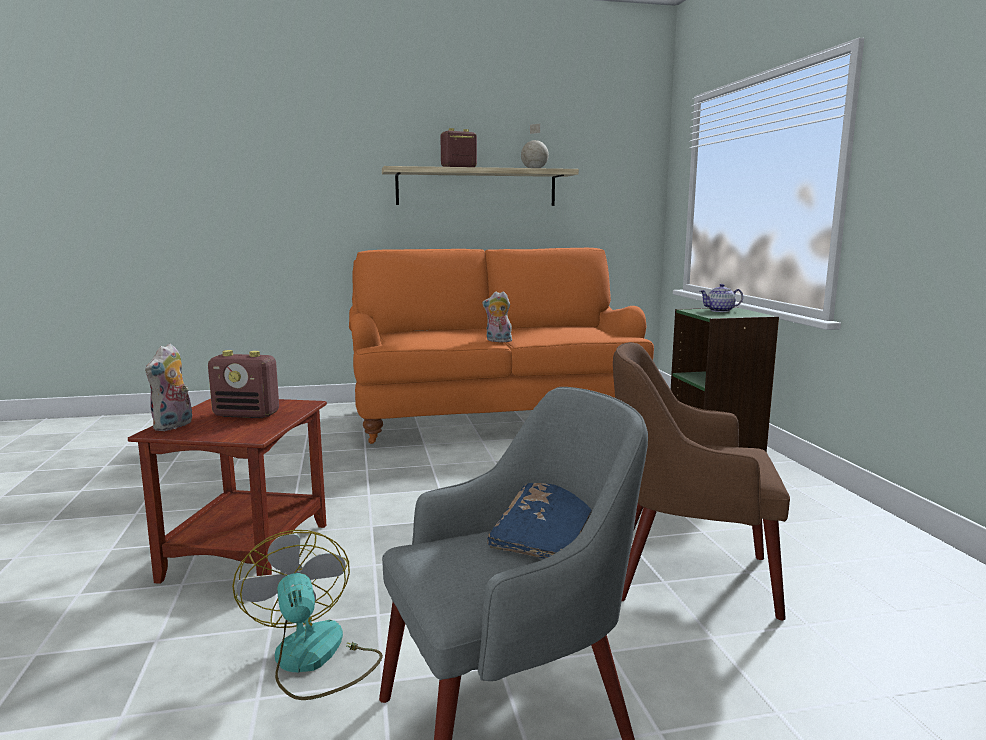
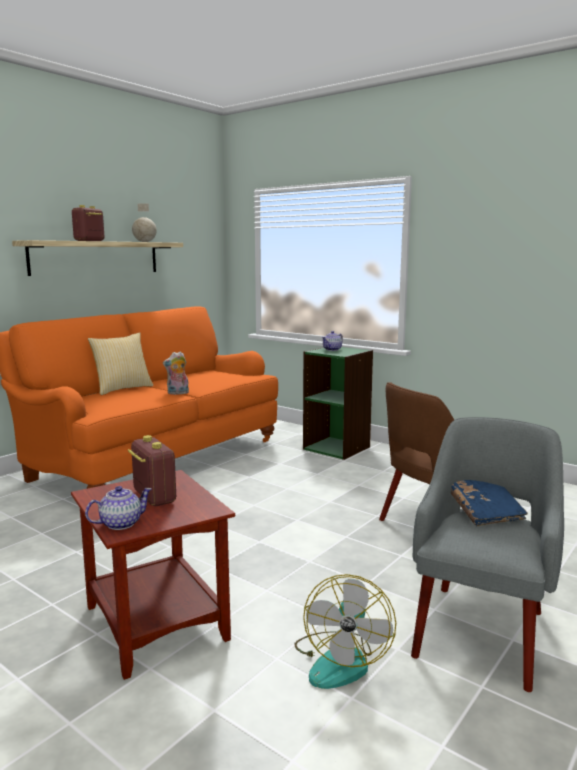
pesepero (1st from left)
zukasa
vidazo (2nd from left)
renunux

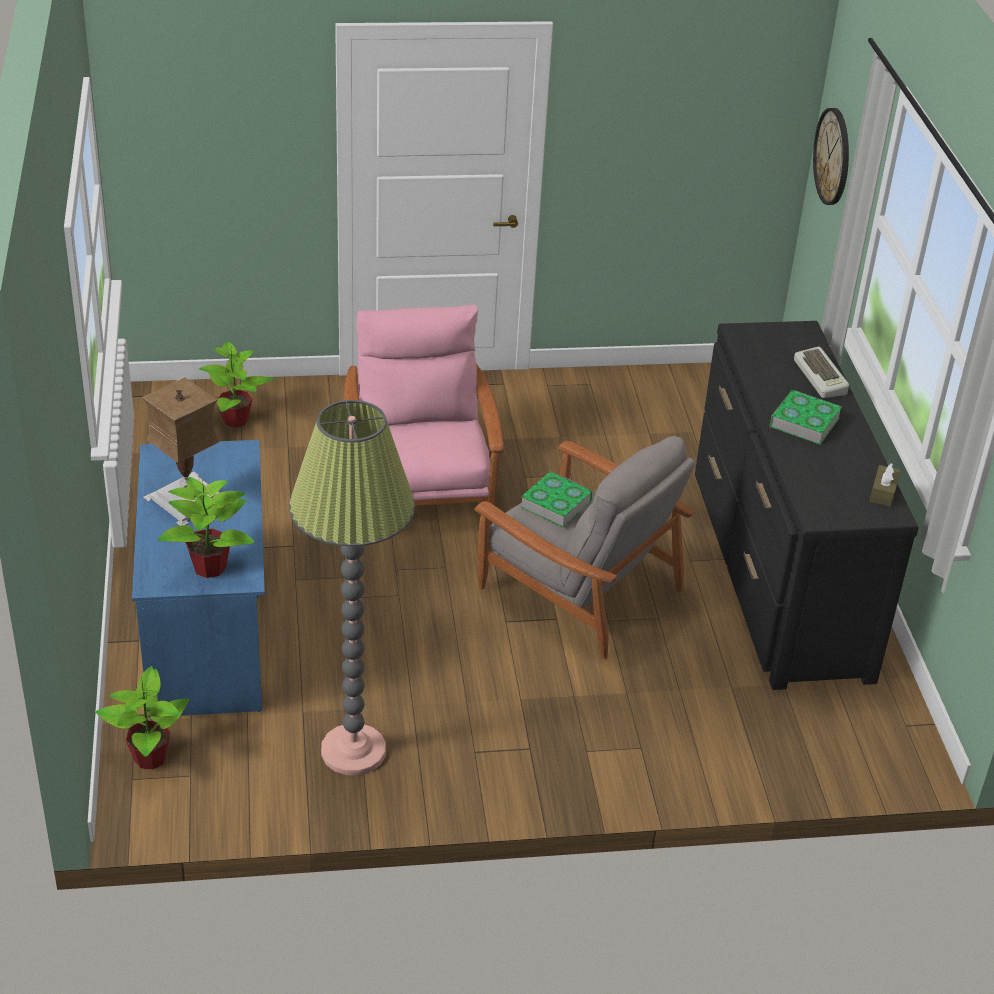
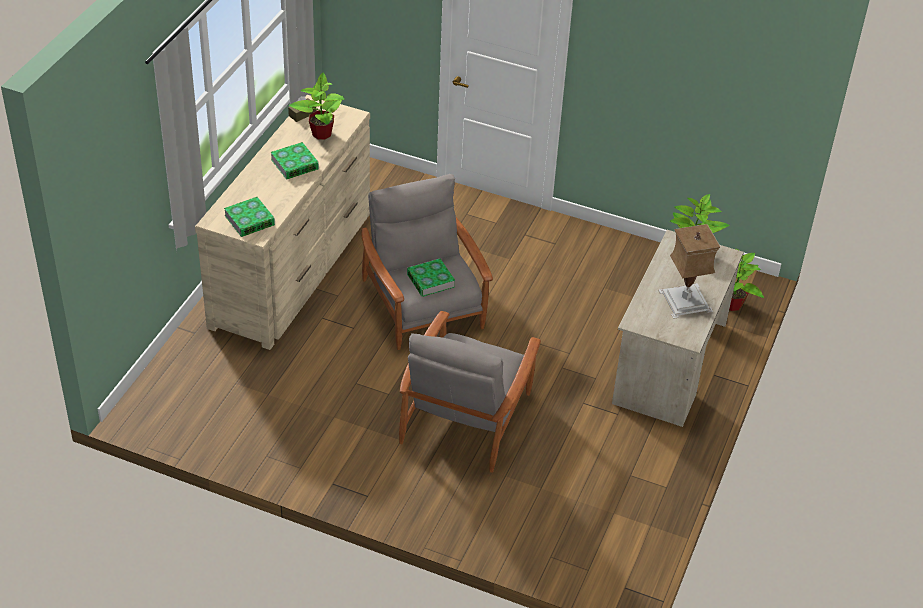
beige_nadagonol
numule (1st from left)
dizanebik (1st from left)
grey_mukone (2nd from left)
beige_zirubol
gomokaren
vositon
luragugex

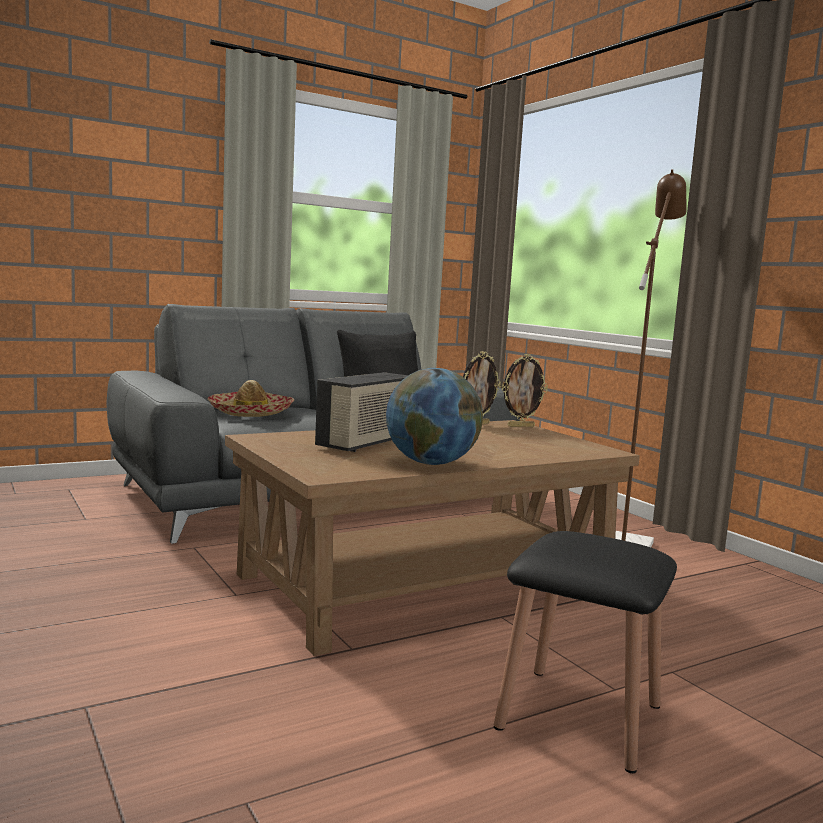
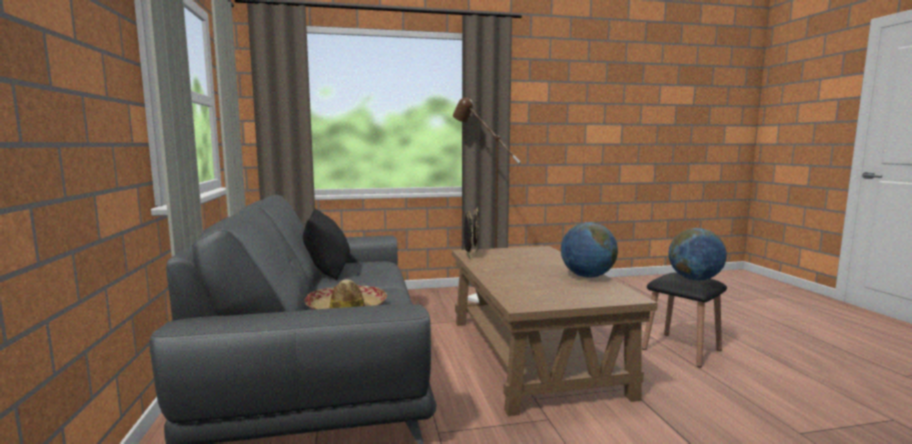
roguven (2nd from left)
vidazo

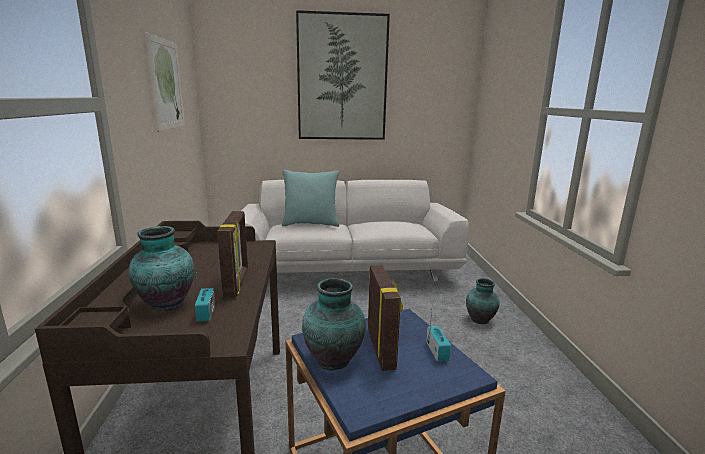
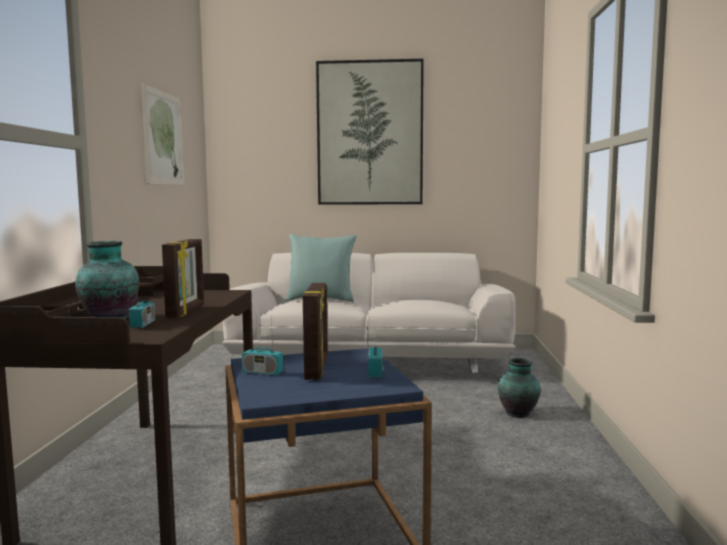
vidazo (2nd from left)

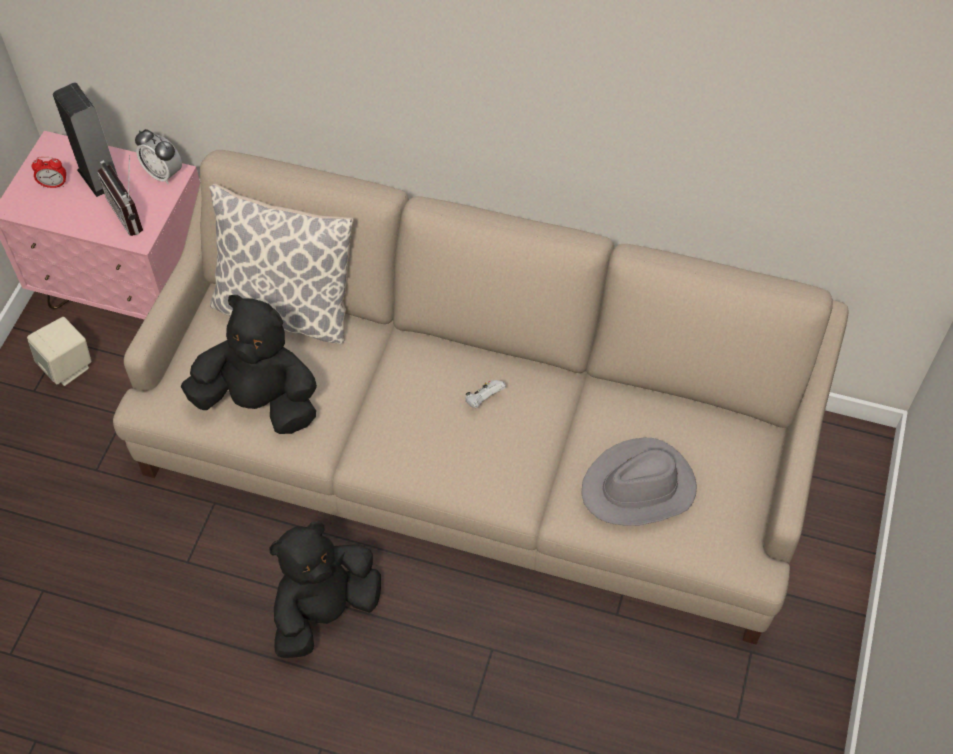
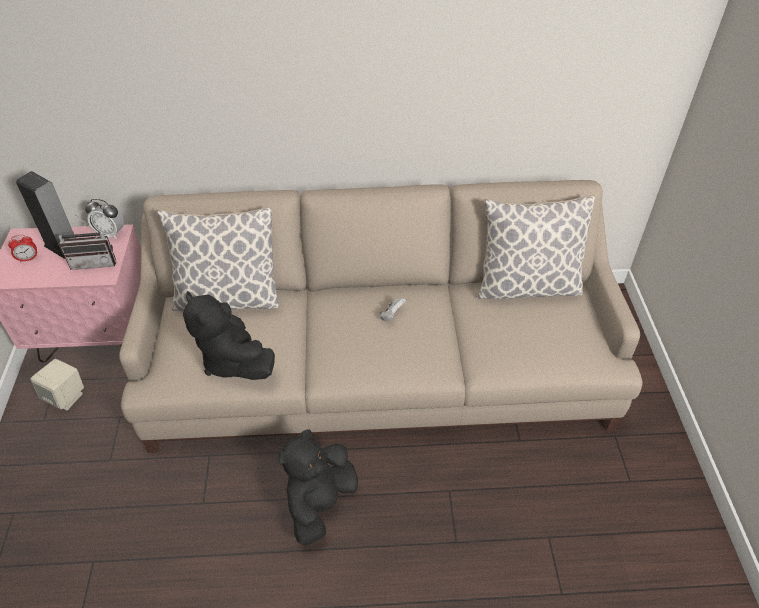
vidazo
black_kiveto (1st from left)
zukasa (2nd from left)
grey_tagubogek

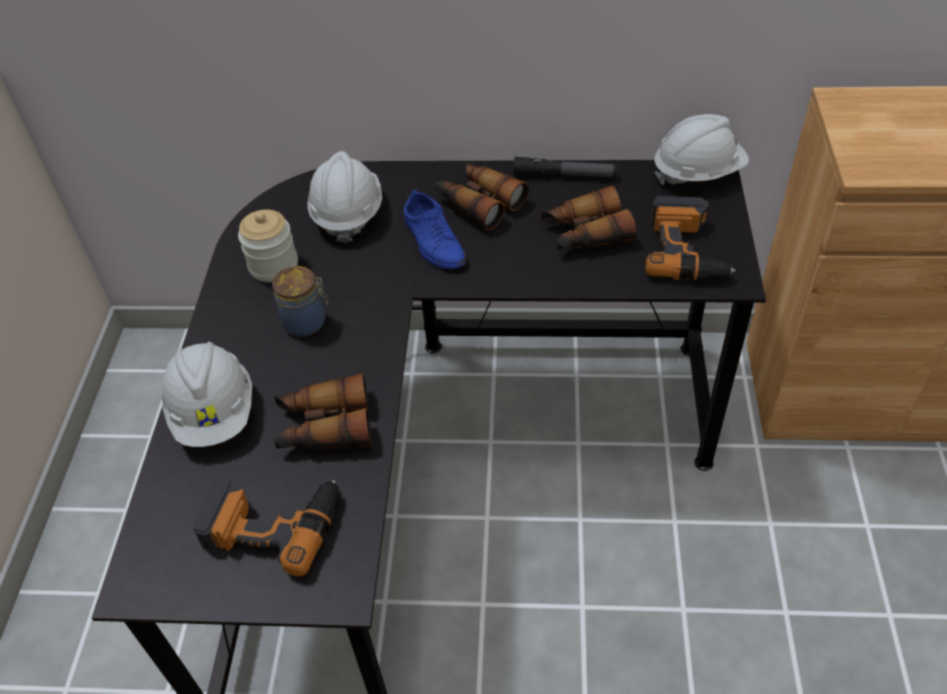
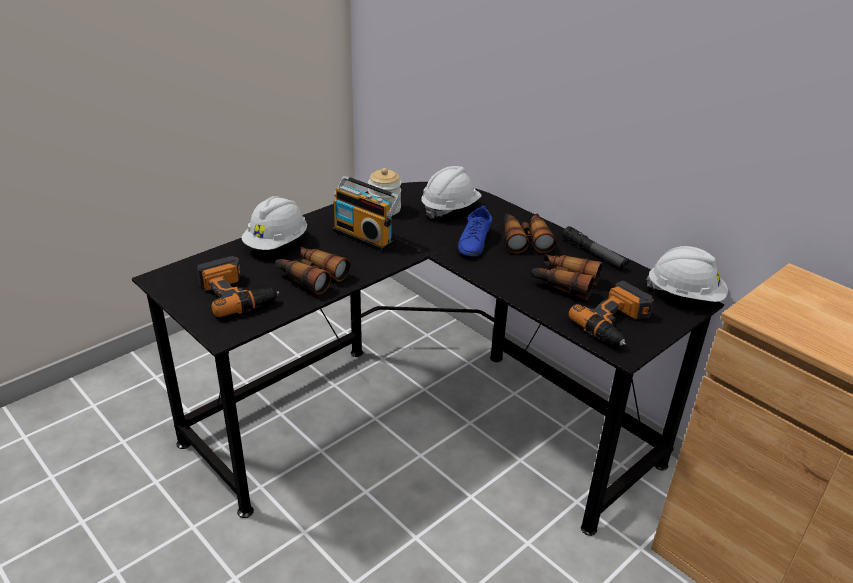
vidazo

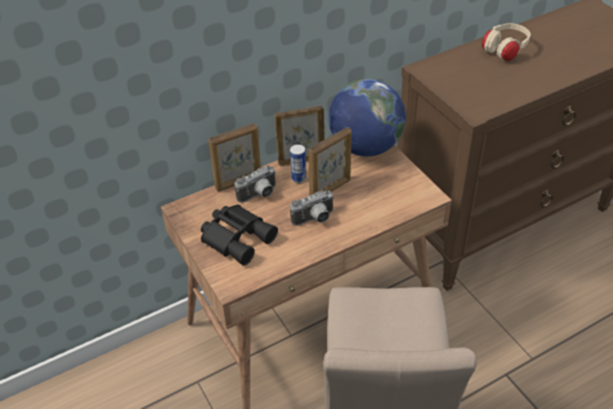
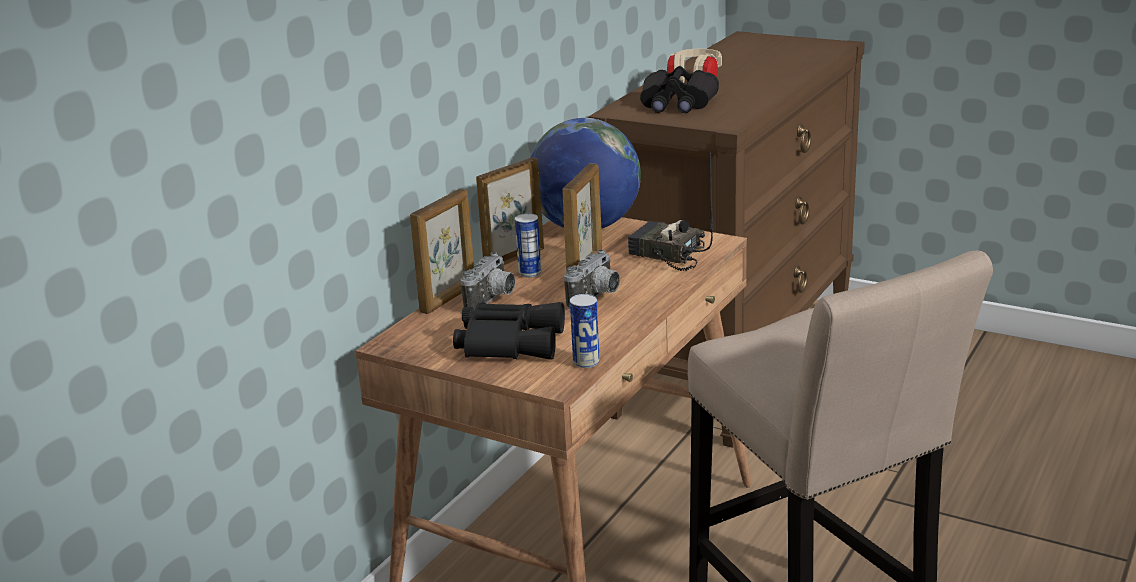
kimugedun (2nd from left)
vidazo
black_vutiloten (2nd from left)

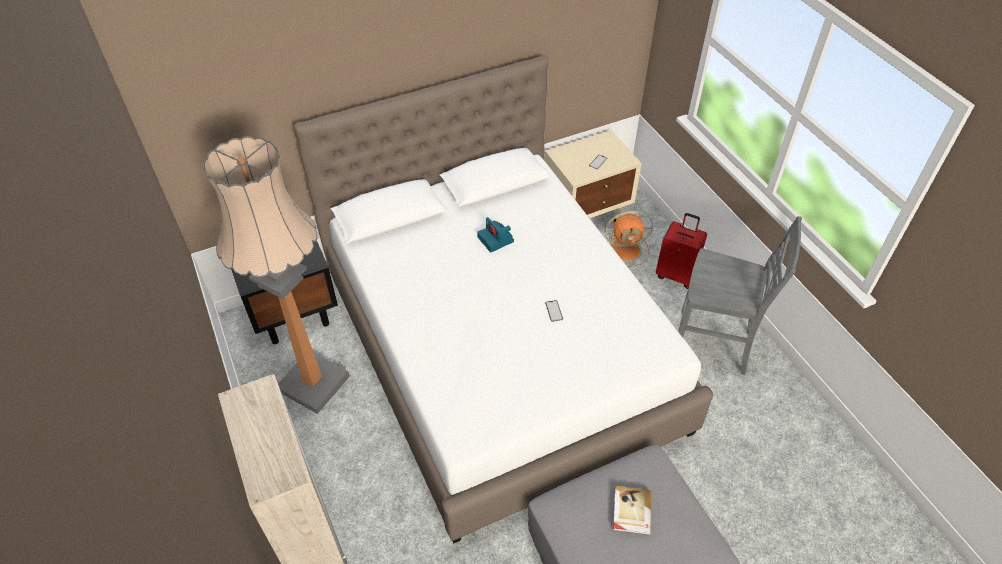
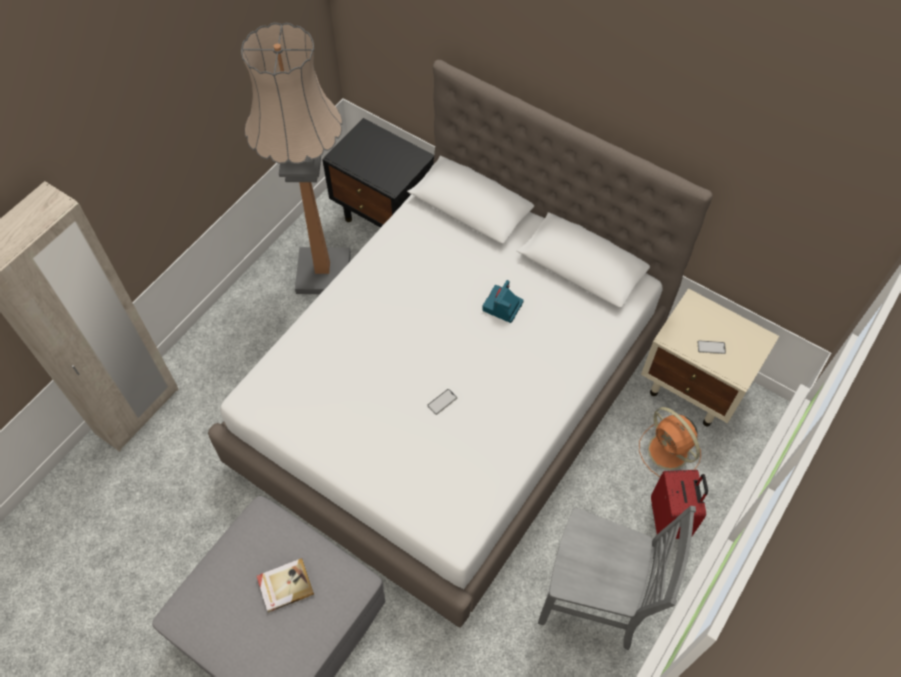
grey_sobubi

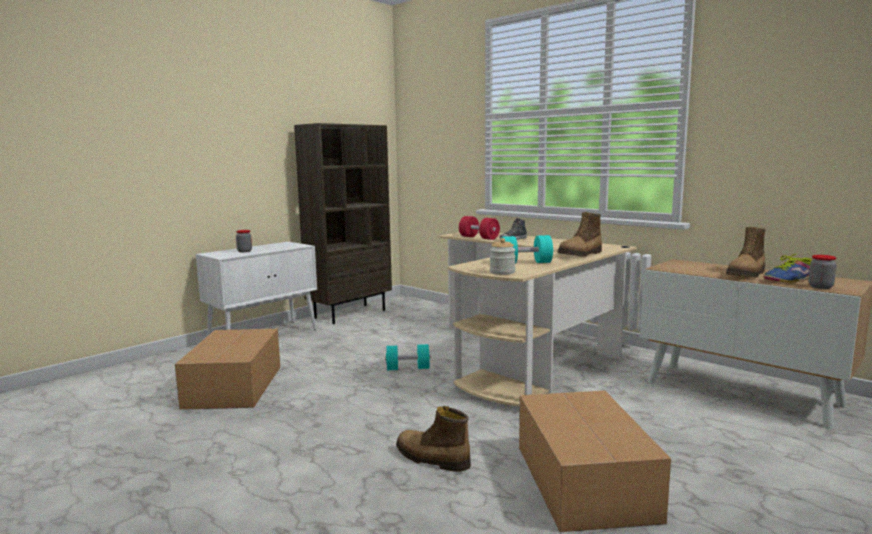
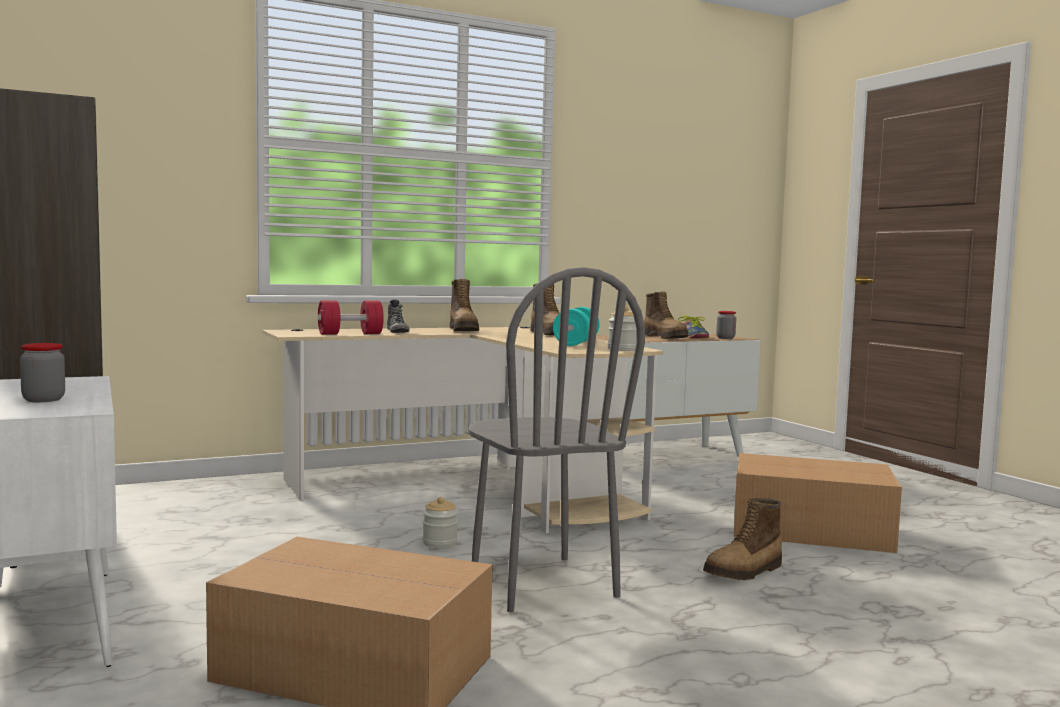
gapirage (2nd from left)
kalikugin (1st from left)
grey_sobubi

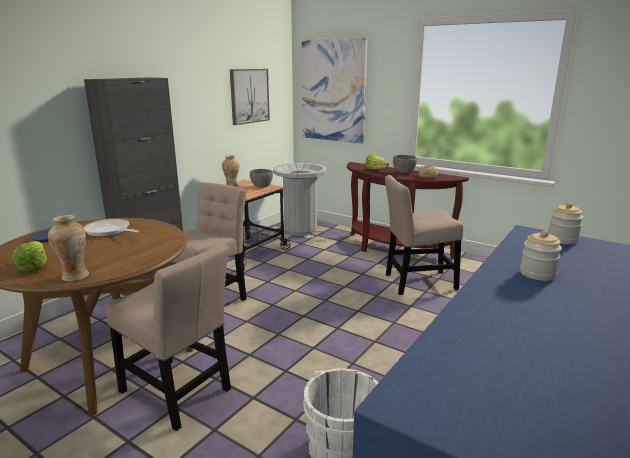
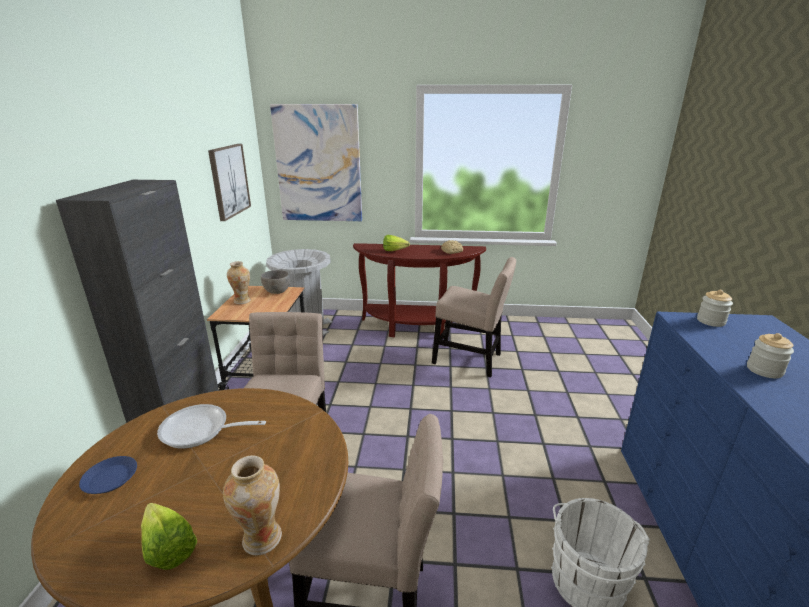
beige_sobubi (3rd from left)
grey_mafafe (2nd from left in the first image)

